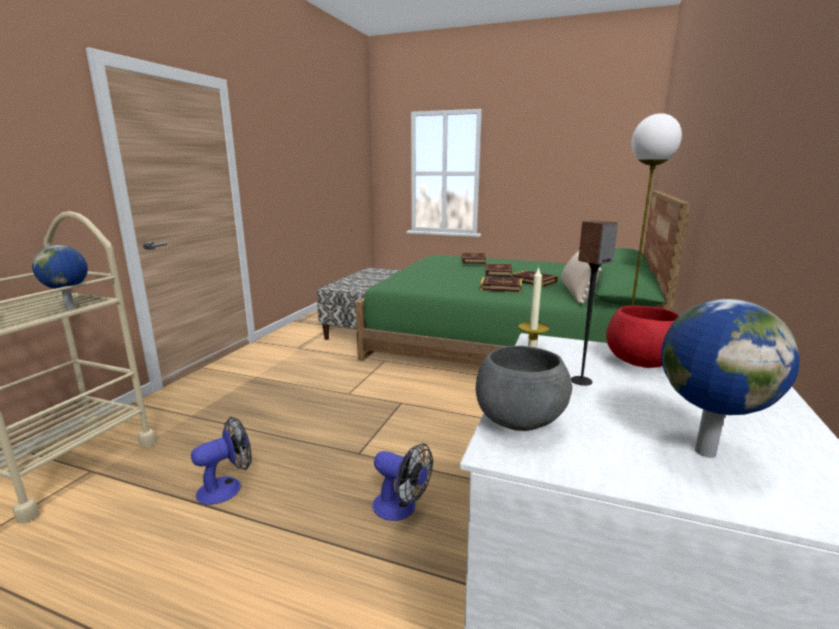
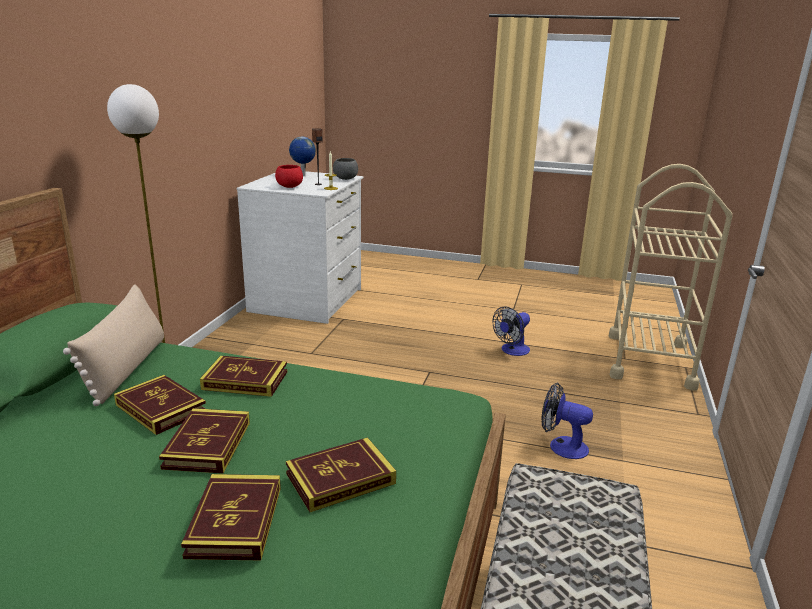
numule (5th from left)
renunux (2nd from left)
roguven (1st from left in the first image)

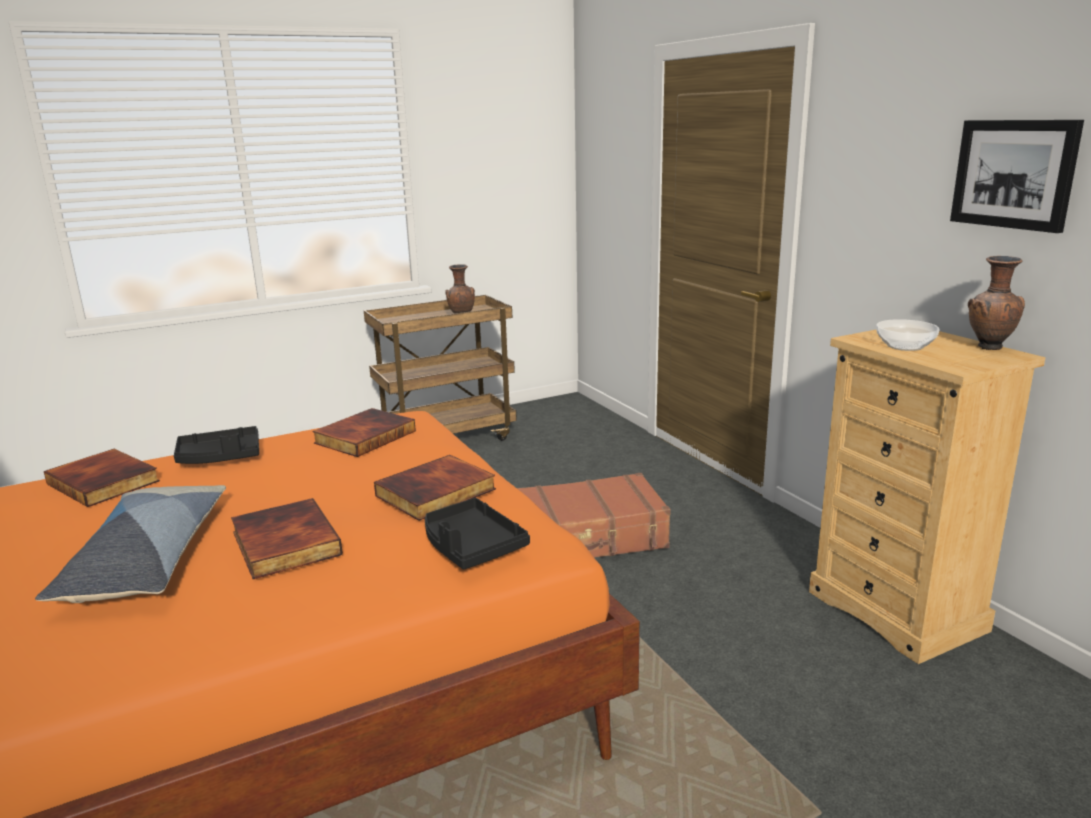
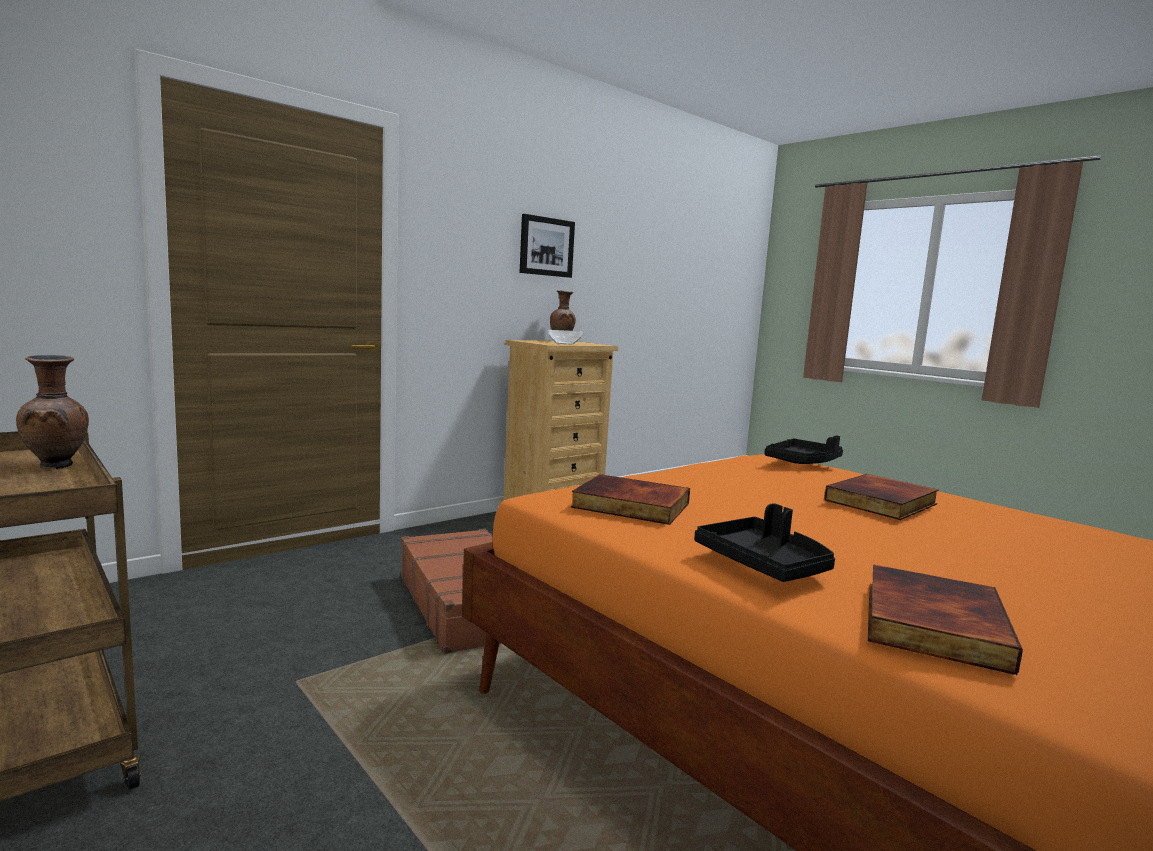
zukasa
numule (4th from left in the first image)

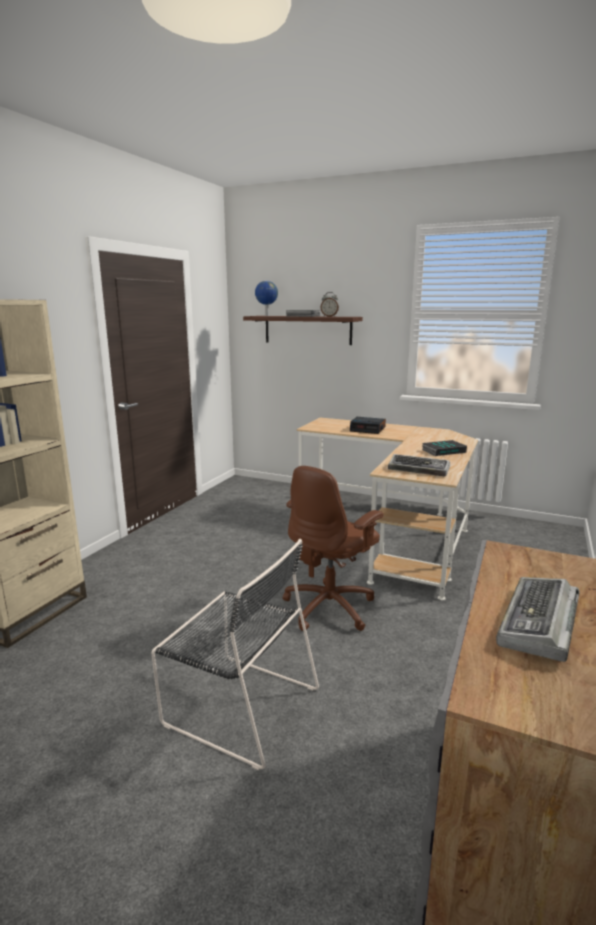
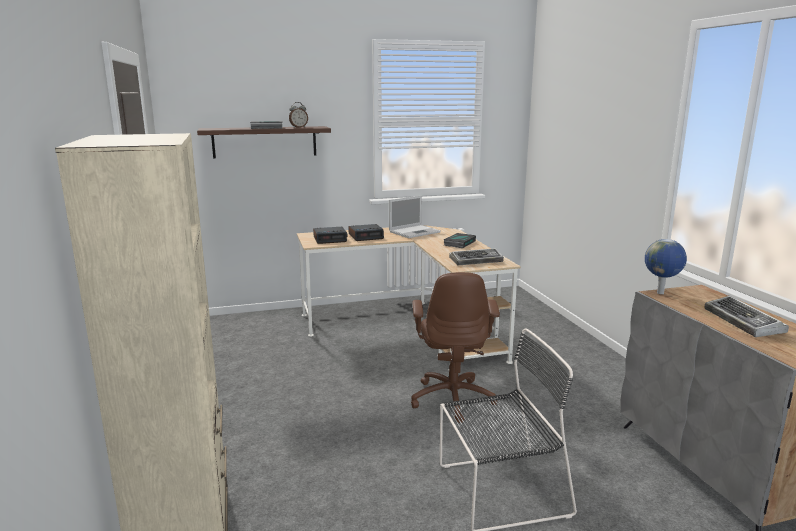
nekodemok (2nd from left)
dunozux
roguven

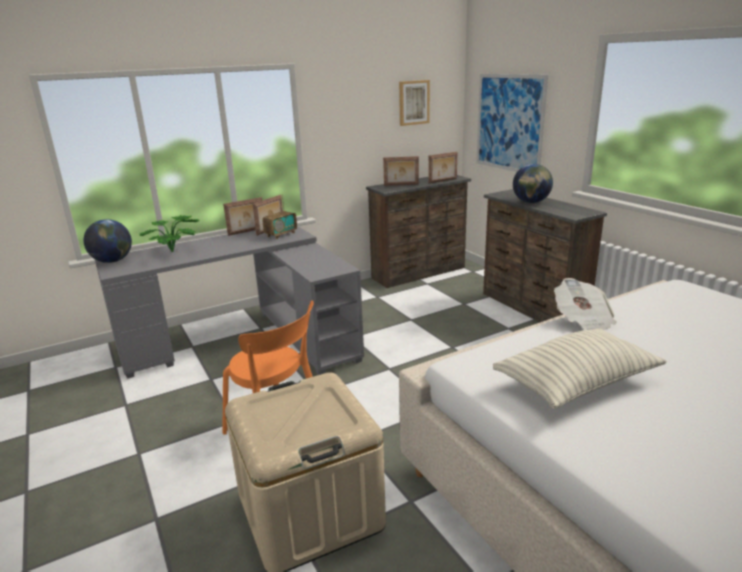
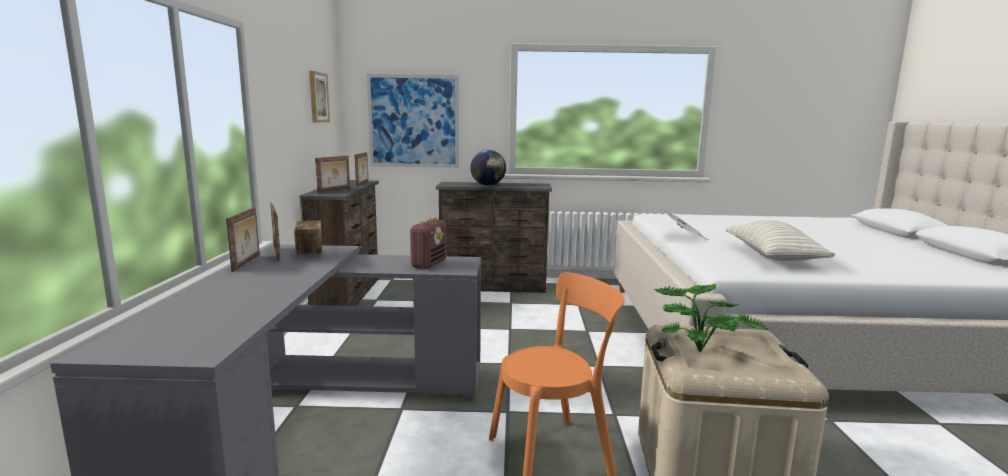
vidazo (2nd from left)
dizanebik
roguven (1st from left in the first image)

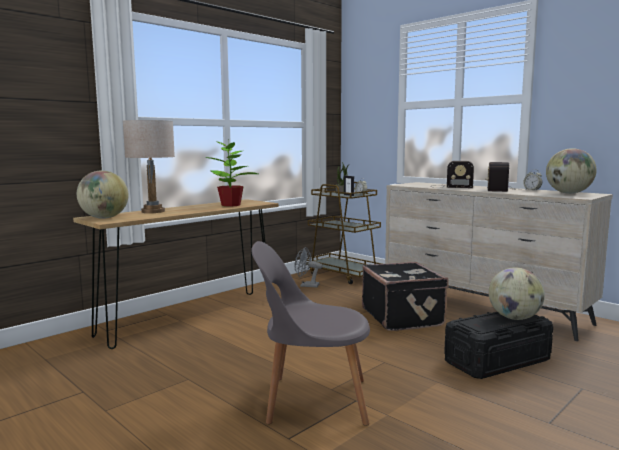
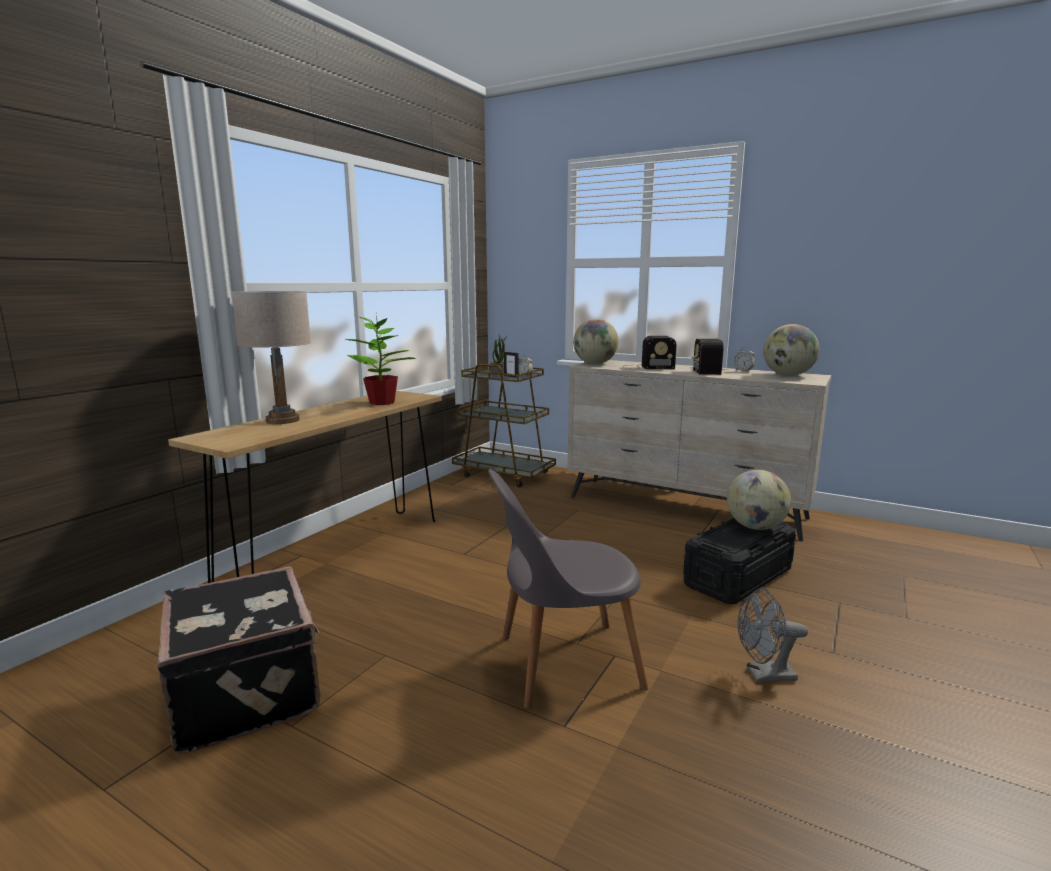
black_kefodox
roguven (1st from left)
grey_renunux

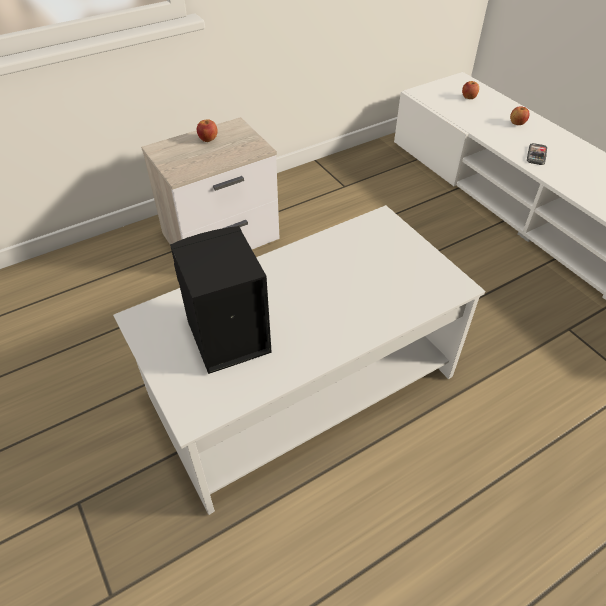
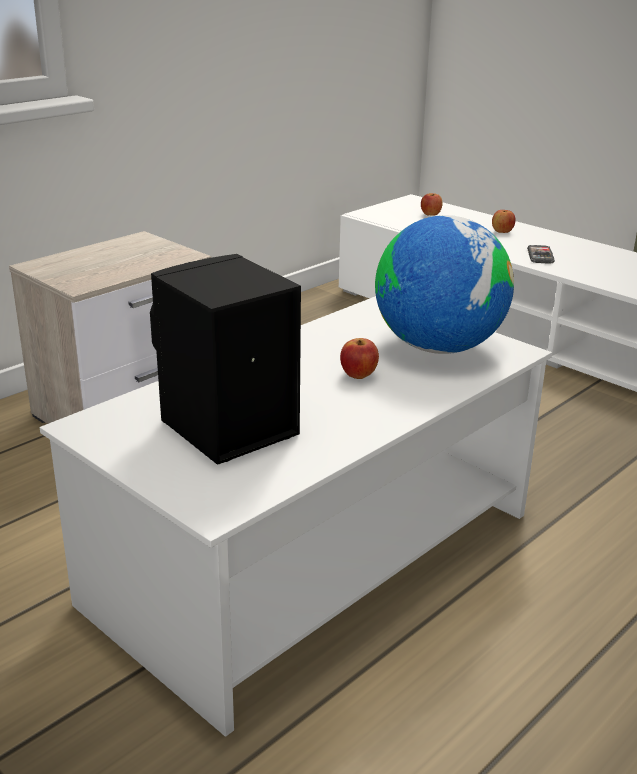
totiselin (1st from left)
roguven

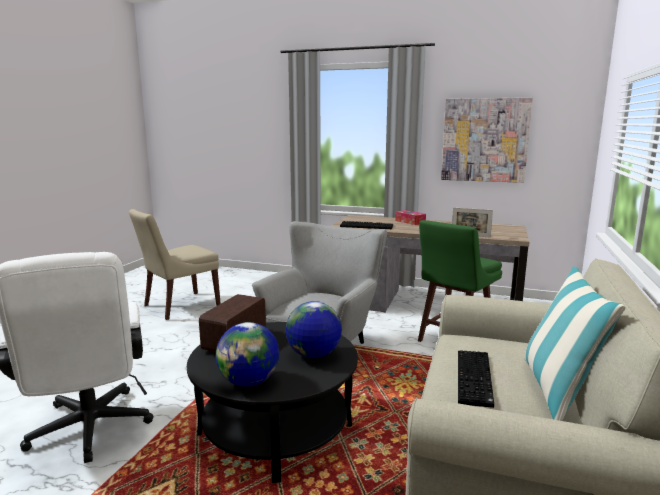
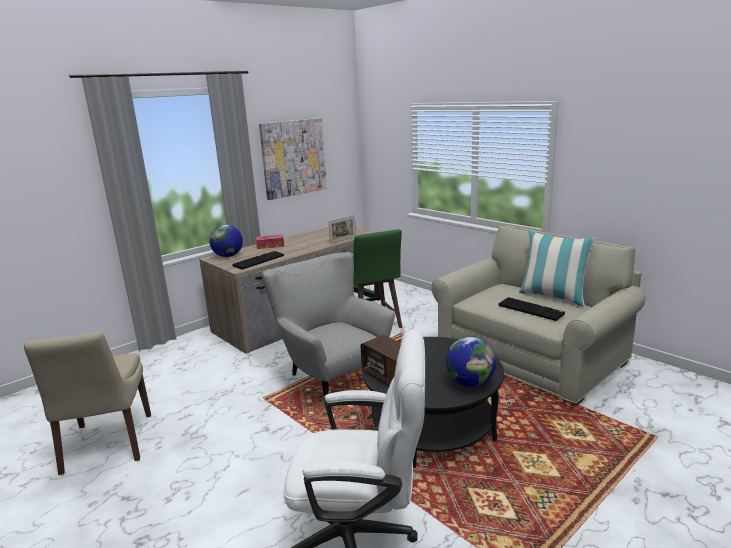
roguven (1st from left)

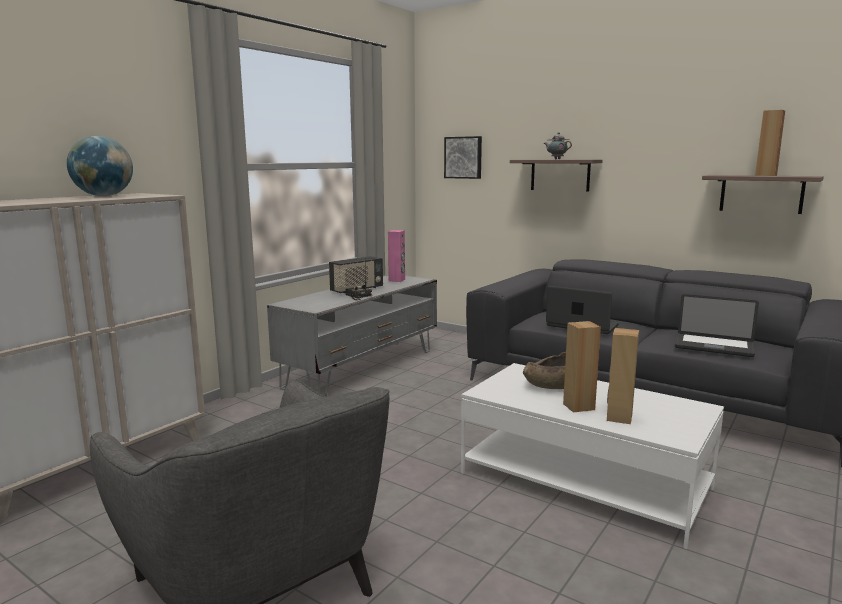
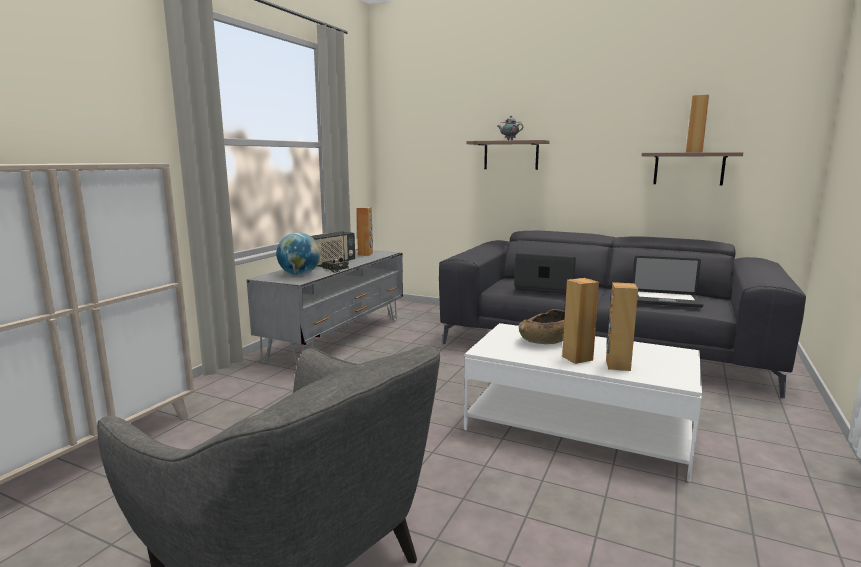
roguven
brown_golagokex (1st from left)
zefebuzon

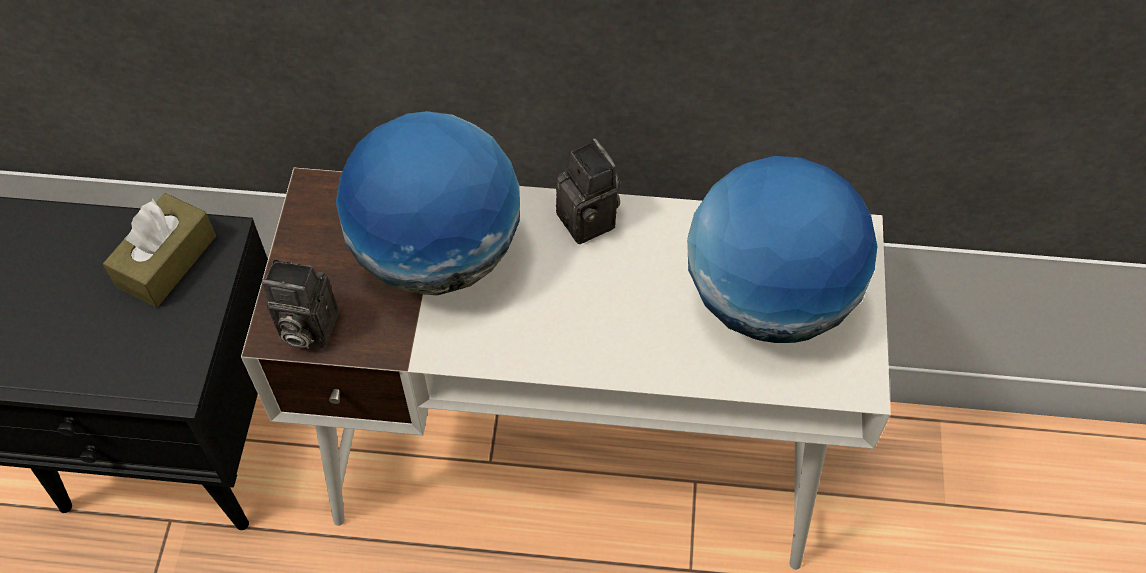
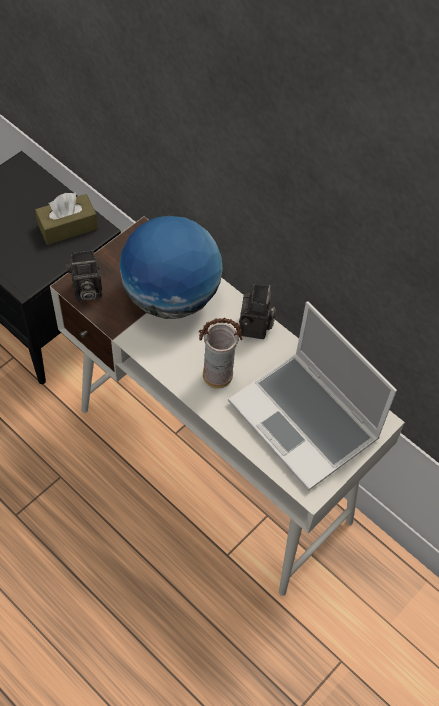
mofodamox (1st from left)
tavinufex
dunozux

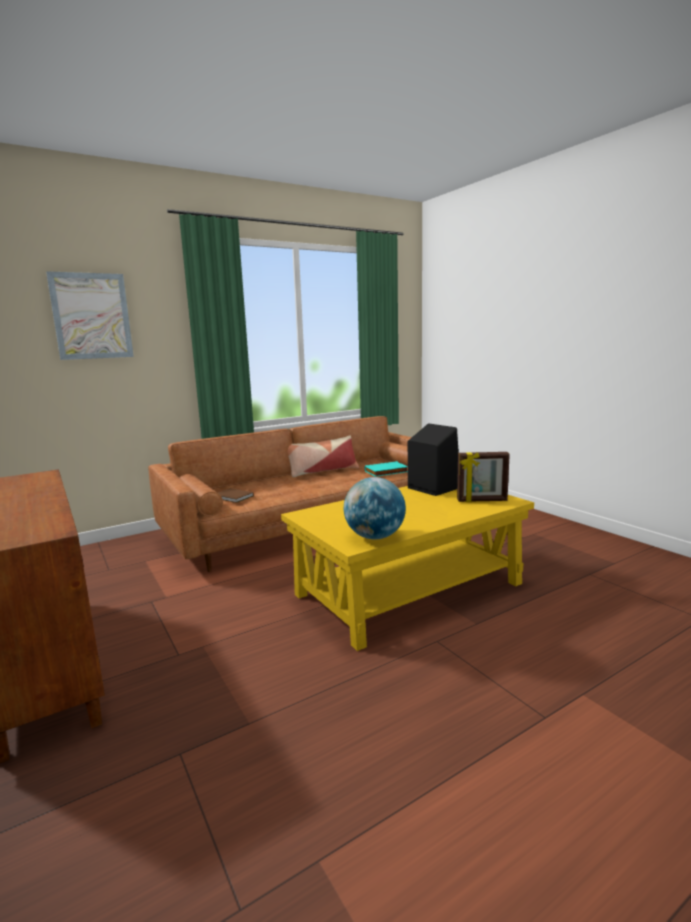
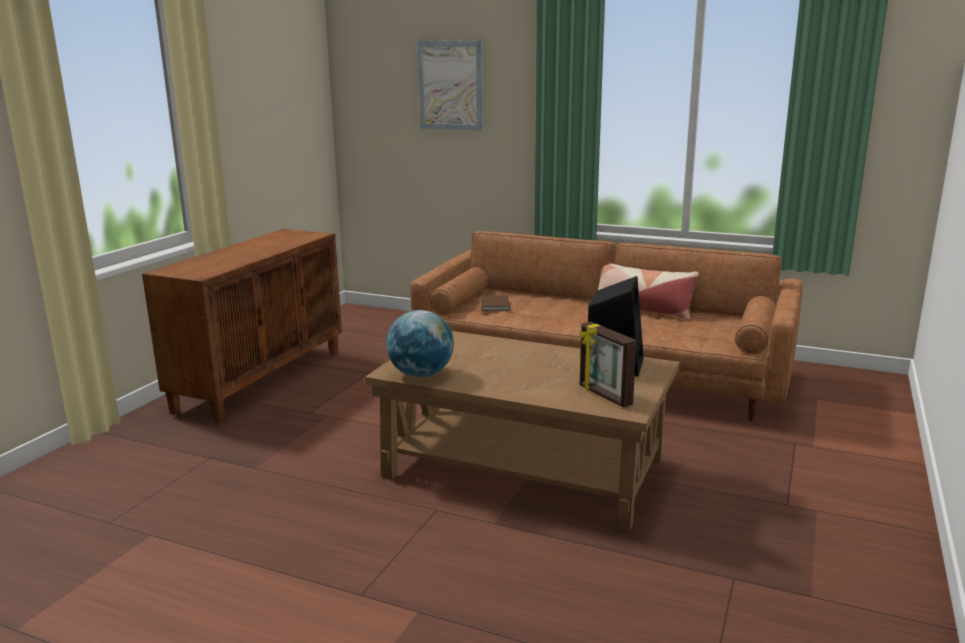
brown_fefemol
turquoise_numule

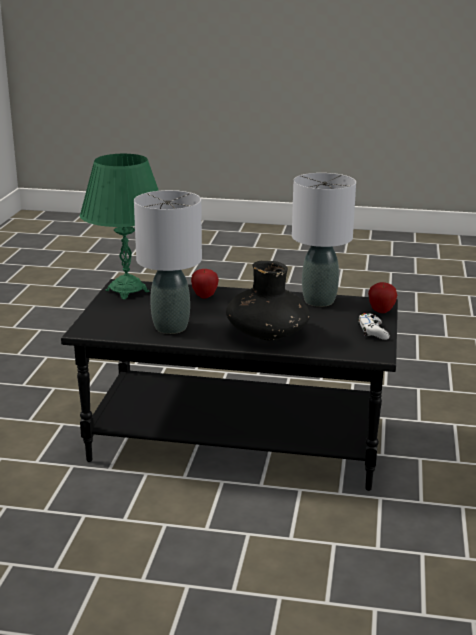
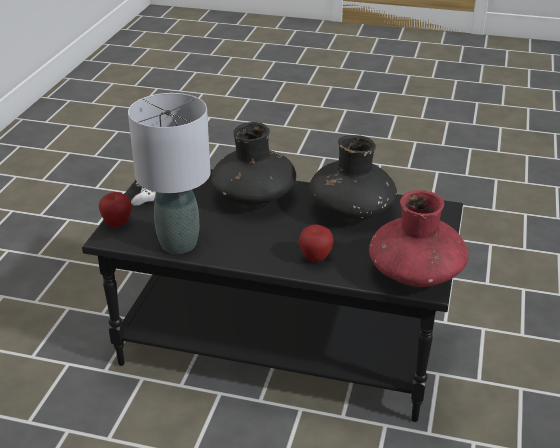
black_tavinufex (2nd from left)
red_tavinufex

